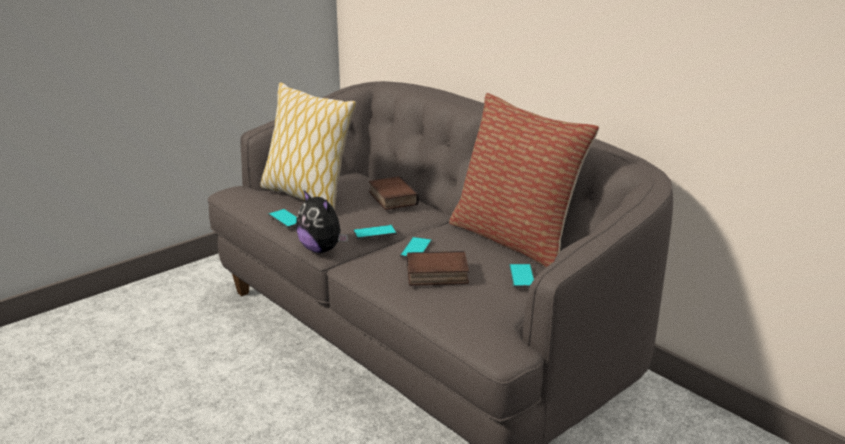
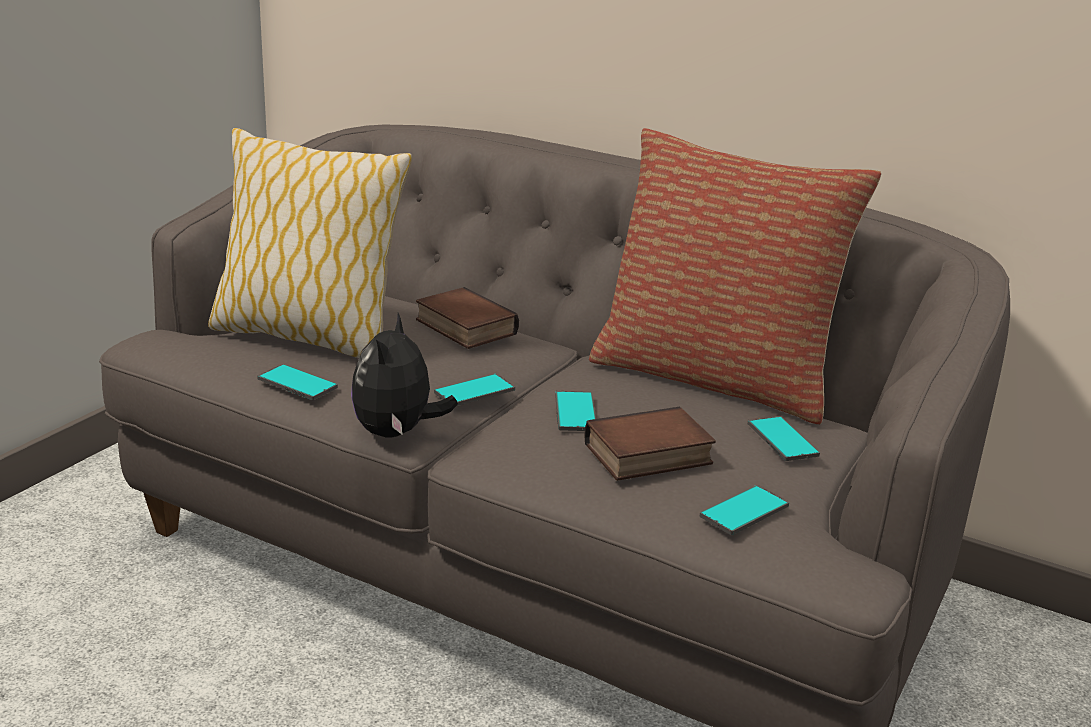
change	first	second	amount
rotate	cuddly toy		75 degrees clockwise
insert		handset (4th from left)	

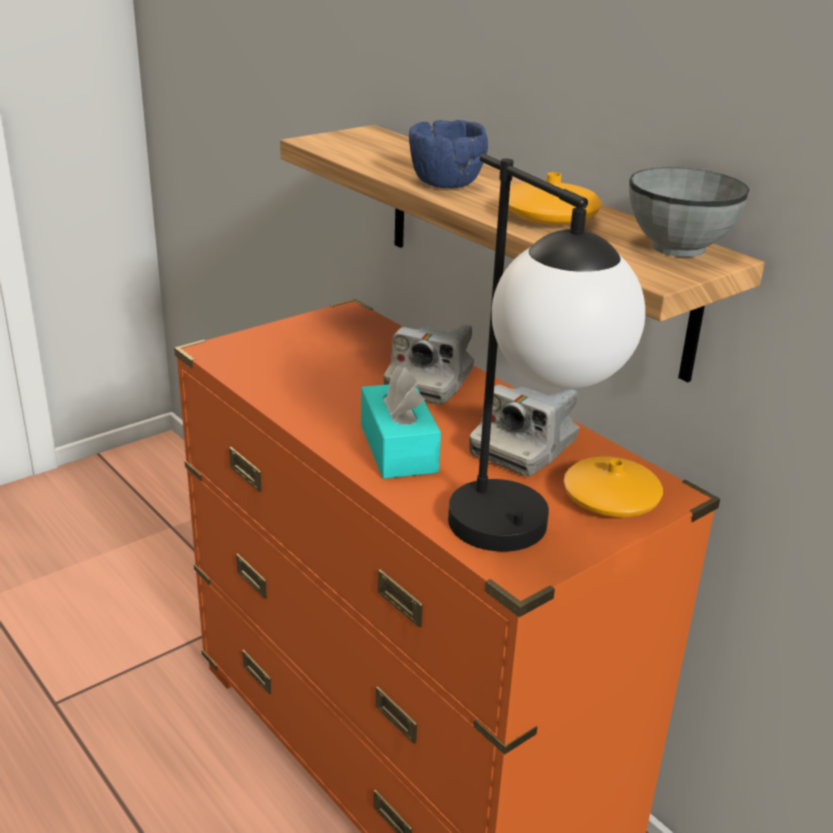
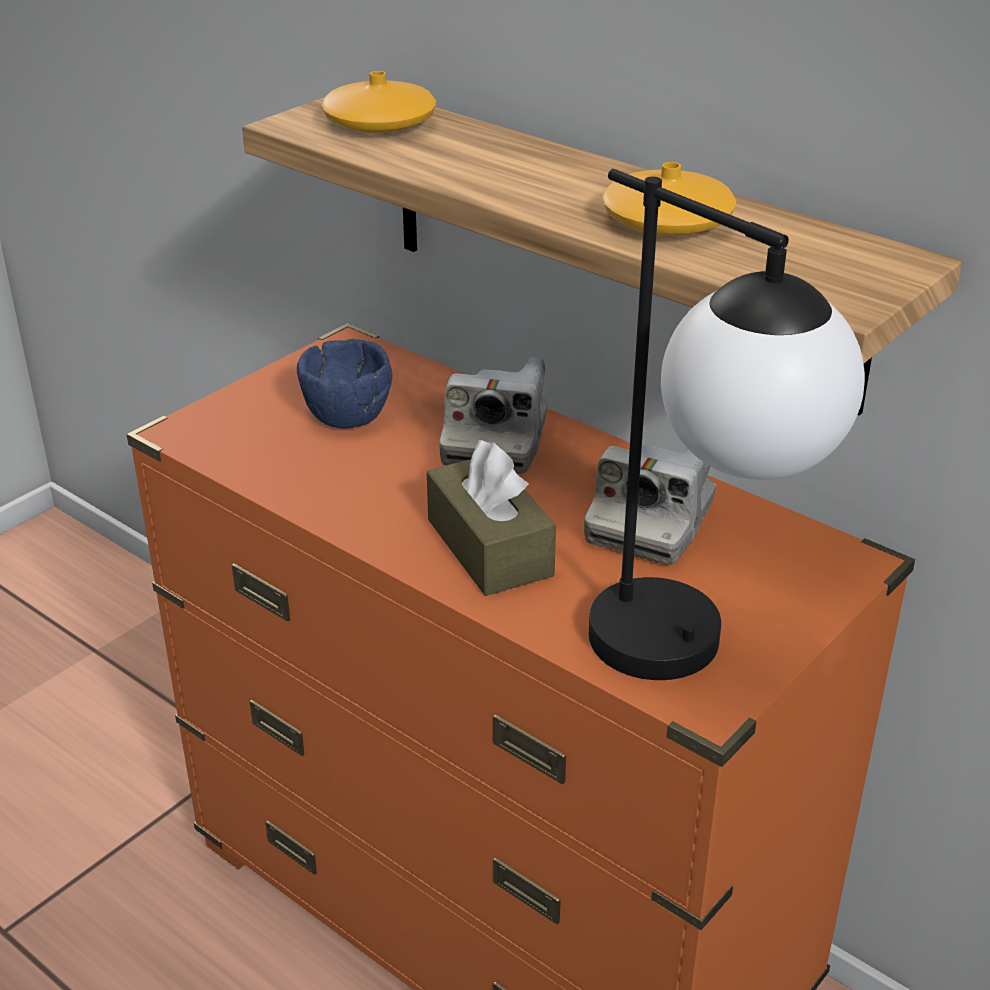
change	first	second	amount
recolor	box of tissues (turquoise-coloured)	box of tissues (brown)	
move	serving bowl (blue-coloured)		
move	flower vase (orange-coloured) (2nd from left in the first image)	flower vase (orange-coloured) (1st from left)	
delete	serving bowl (greyish)		

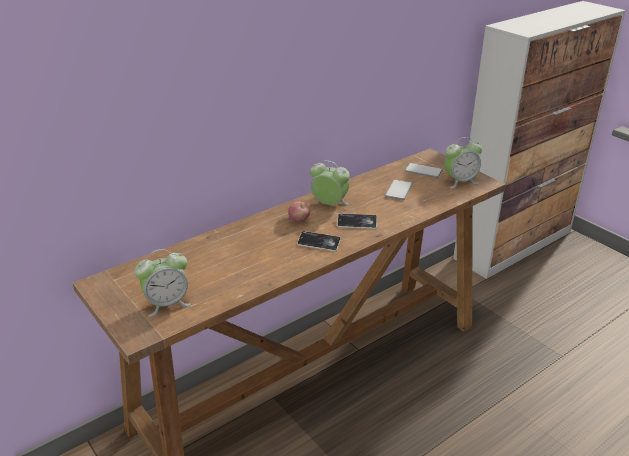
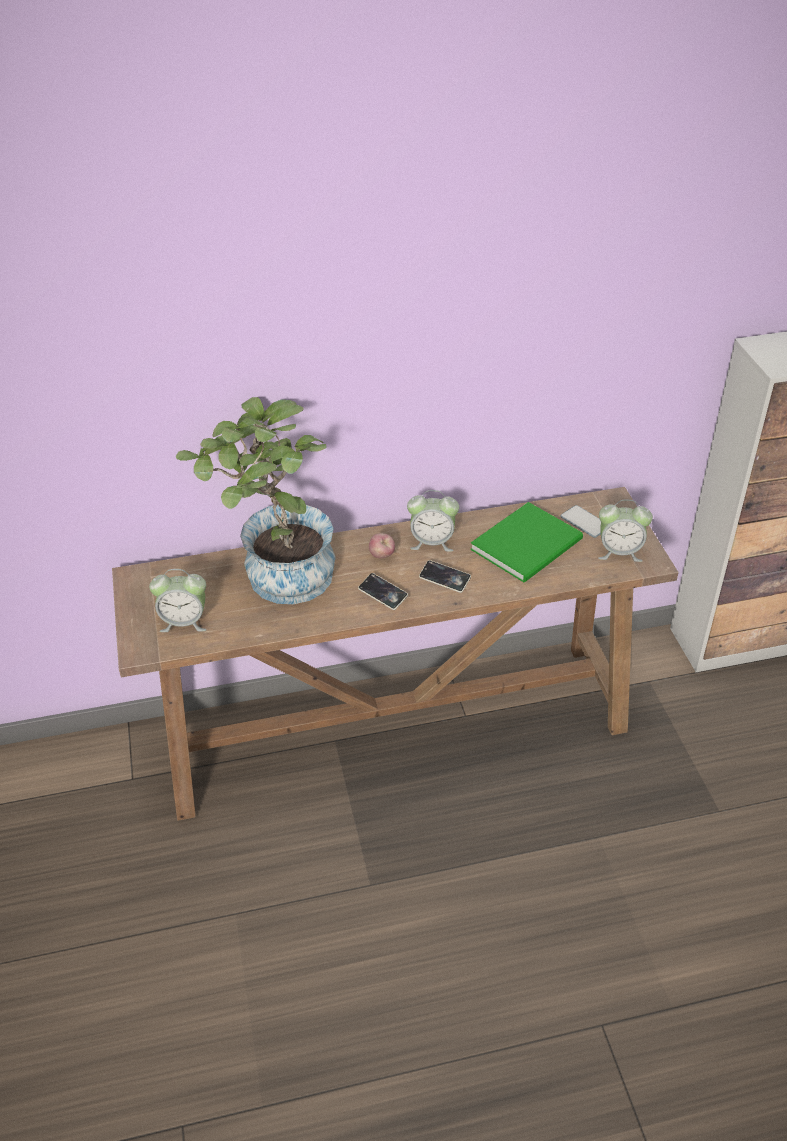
change	first	second	amount
rotate	bedside clock (2nd from left)		135 degrees clockwise
replace	handset (3rd from left)	bound book (green-coloured)	
insert		plant in a pot	

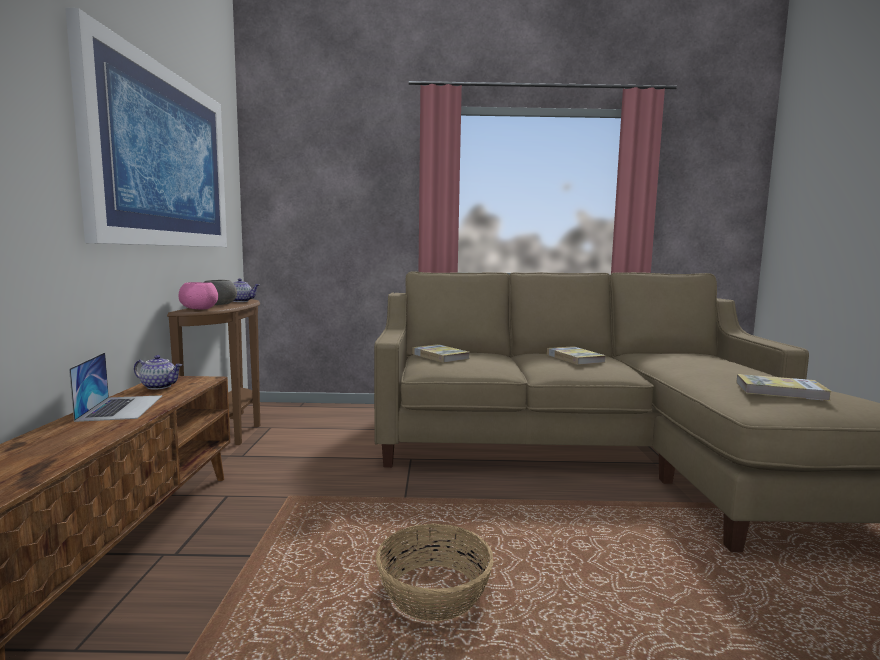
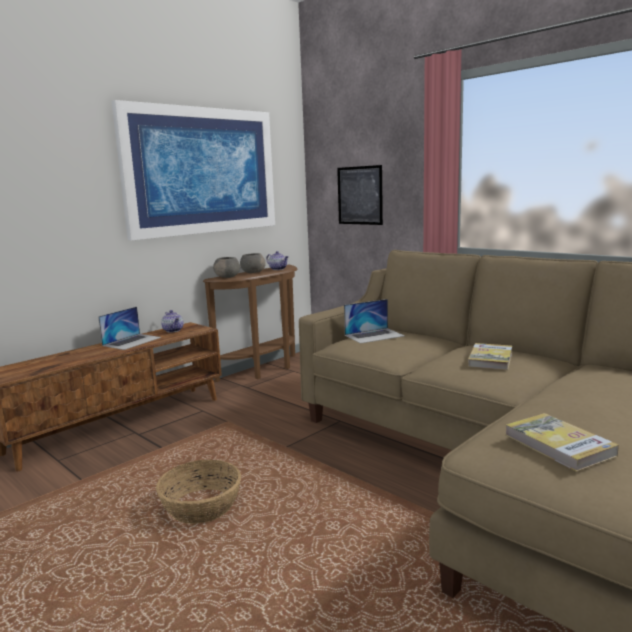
change	first	second	amount
recolor	serving bowl (pink)	serving bowl (greyish) (1st from left)	
replace	bound book (1st from left)	laptop (2nd from left)	
insert		picture (2nd from left)	

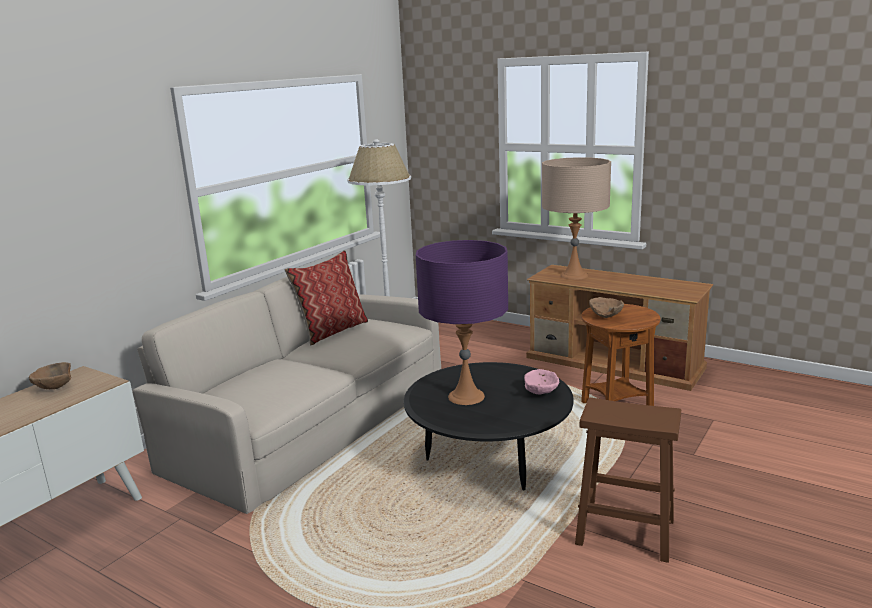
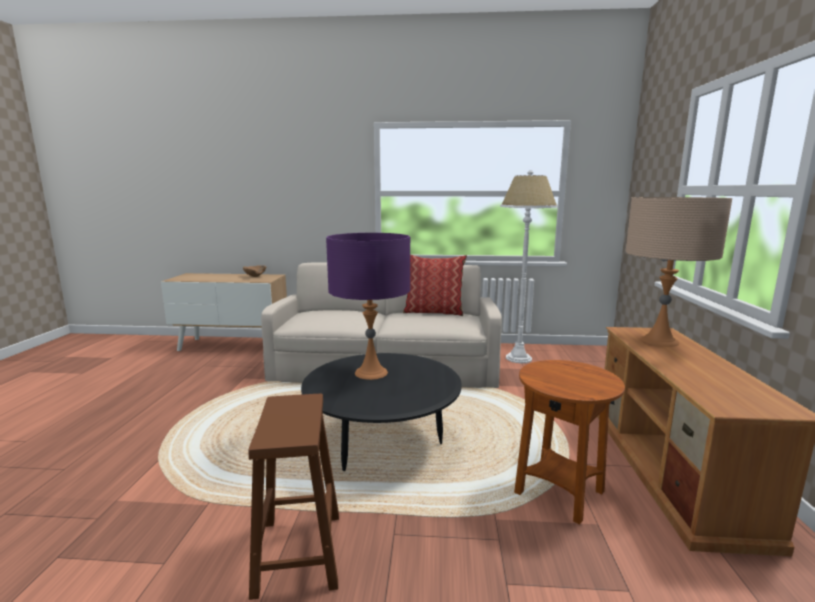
change	first	second	amount
delete	serving bowl (pink)		
delete	serving bowl (brown) (2nd from left)		

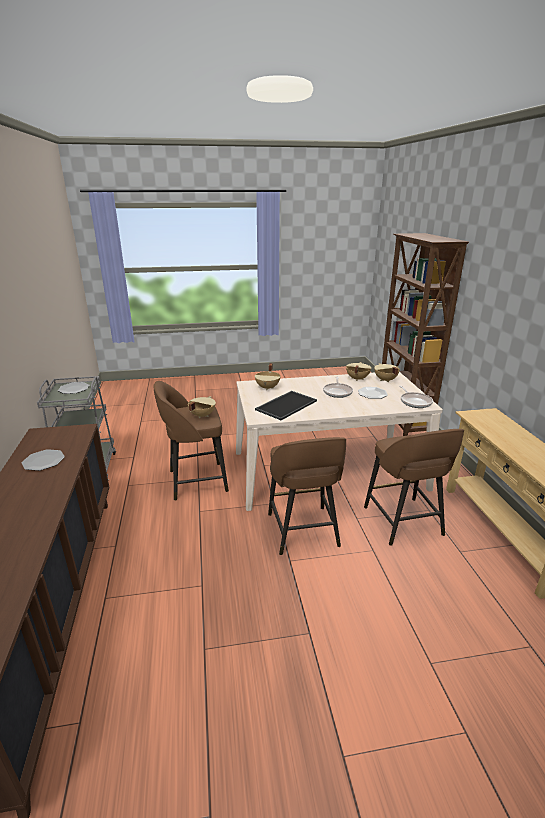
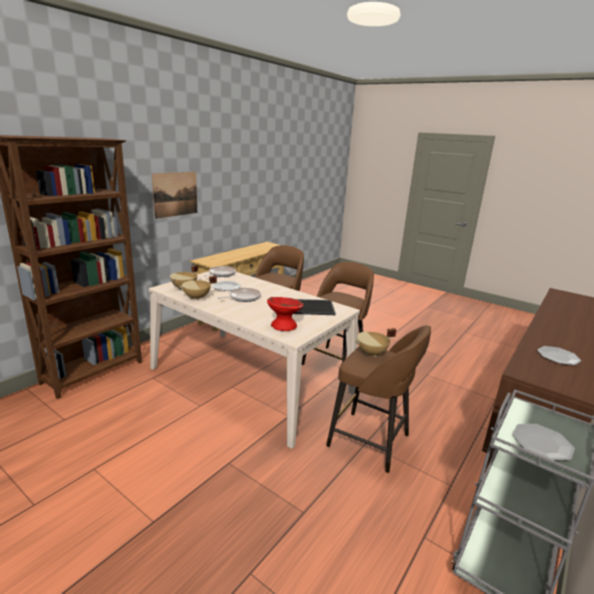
change	first	second	amount
replace	saucepot (sand-coloured) (2nd from left)	serving bowl (red-coloured)	
insert		picture	

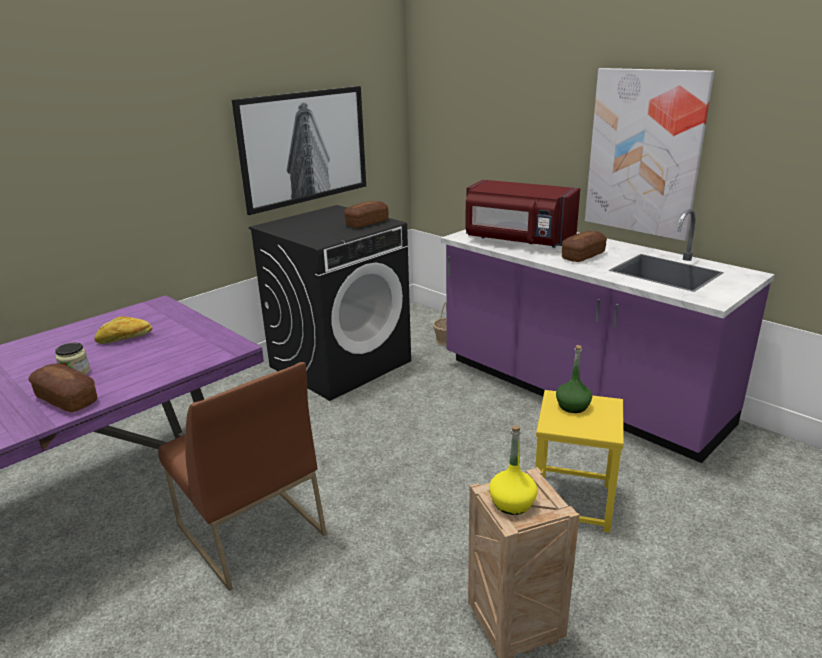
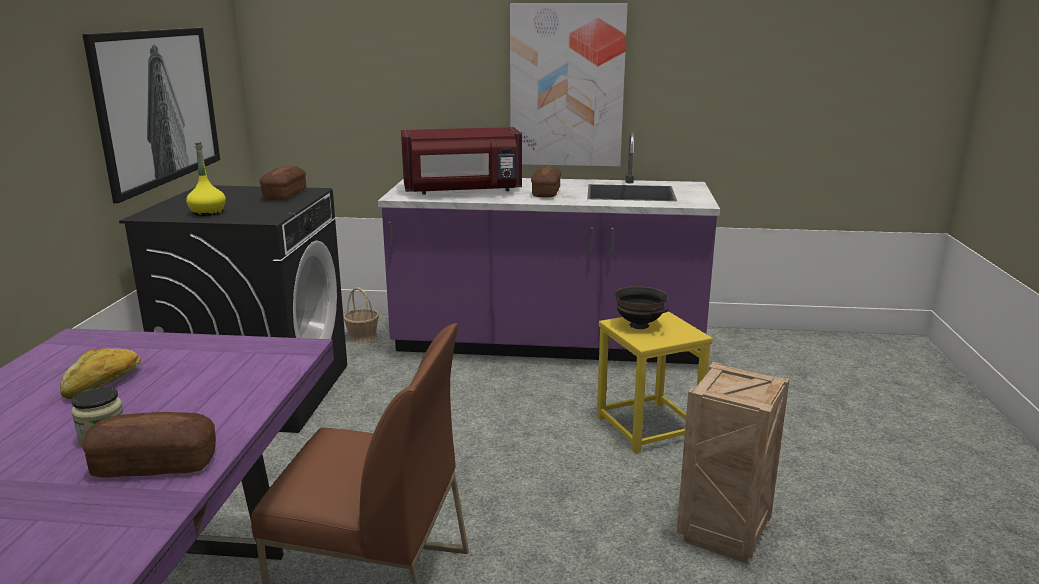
change	first	second	amount
move	bottle (yellow)		
replace	bottle (green-coloured)	serving bowl (black)	

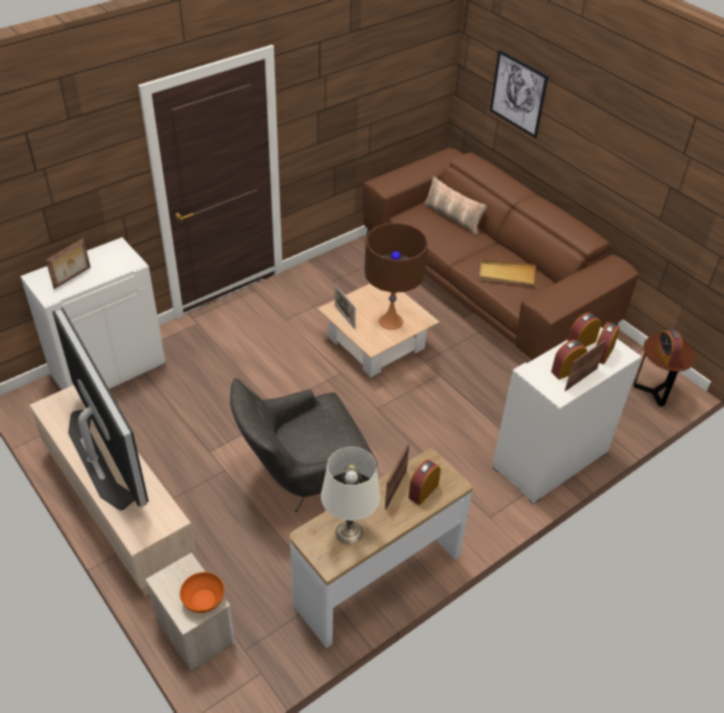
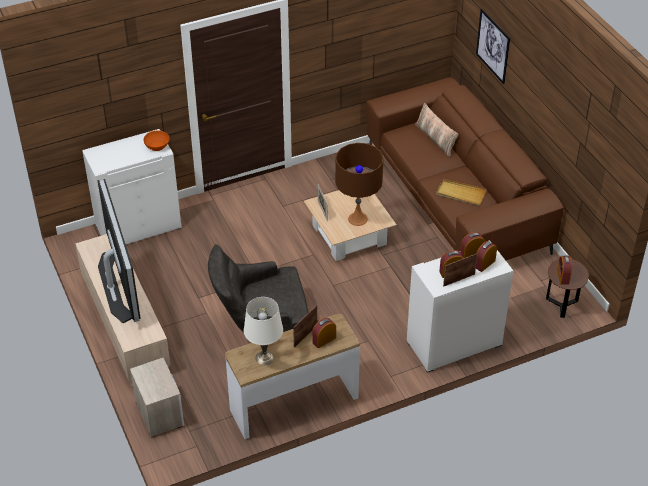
change	first	second	amount
delete	photo frame (1st from left)		
move	serving bowl (orange-coloured)		

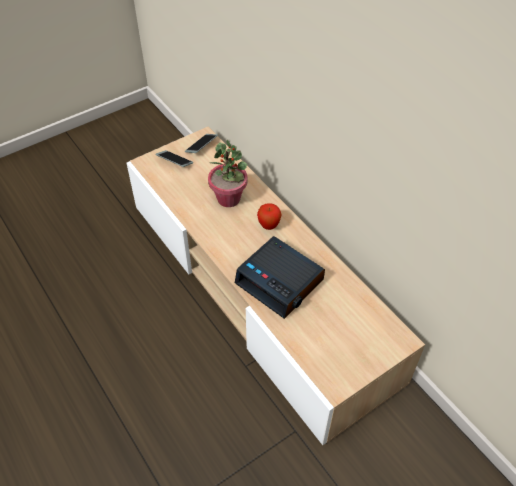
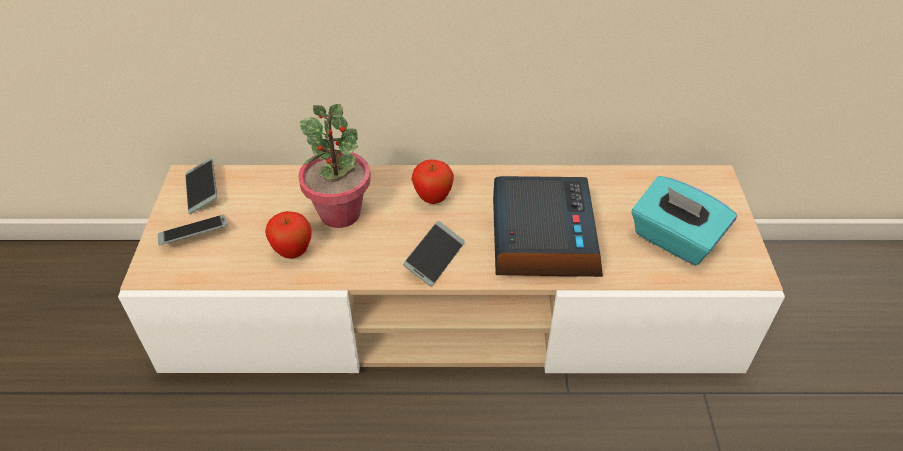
change	first	second	amount
rotate	bedside clock		75 degrees counterclockwise
insert		whole apple (1st from left)	
insert		handset (3rd from left)	
insert		box of tissues (turquoise-coloured)	

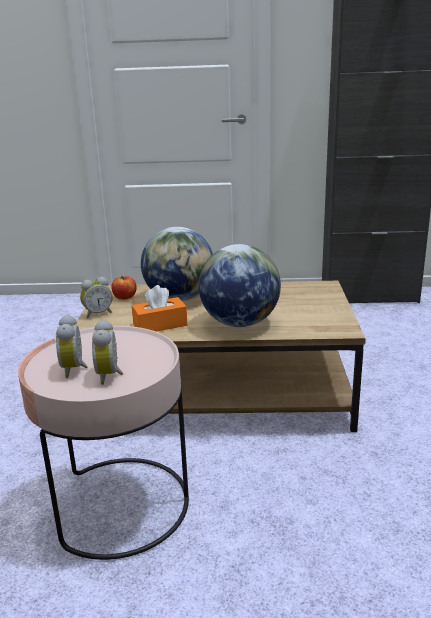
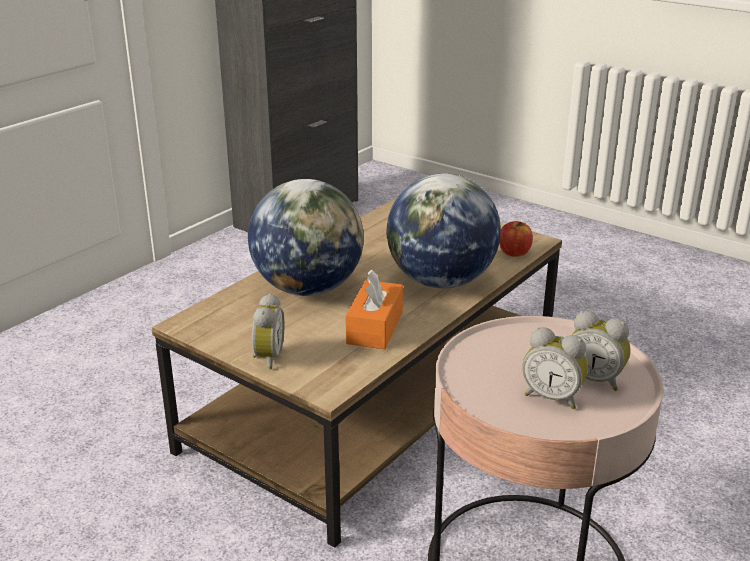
change	first	second	amount
move	whole apple		

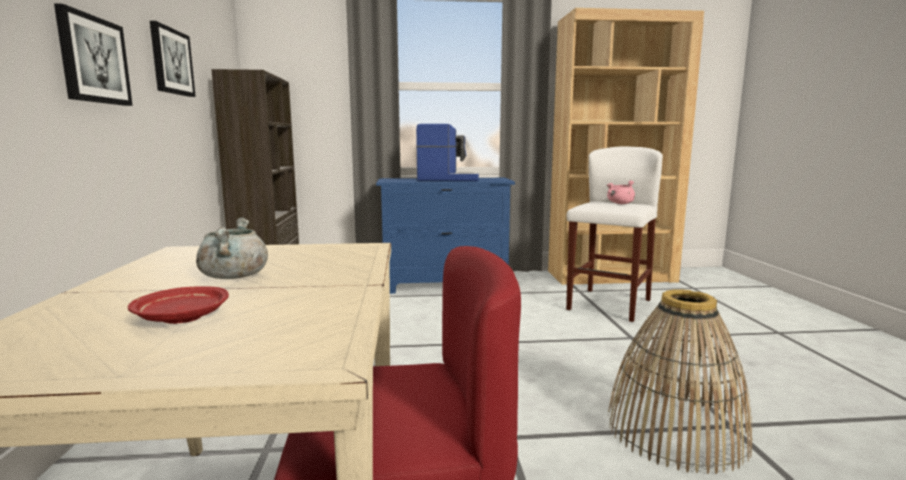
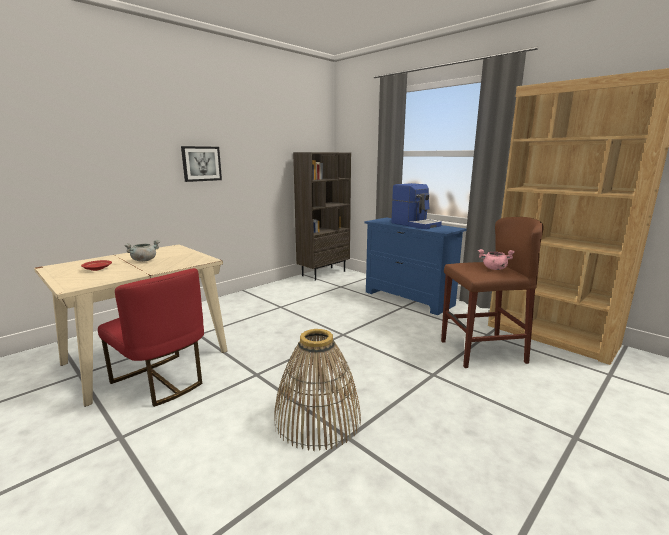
change	first	second	amount
delete	picture (2nd from left)		
recolor	sitting stool (white)	sitting stool (brown)	

